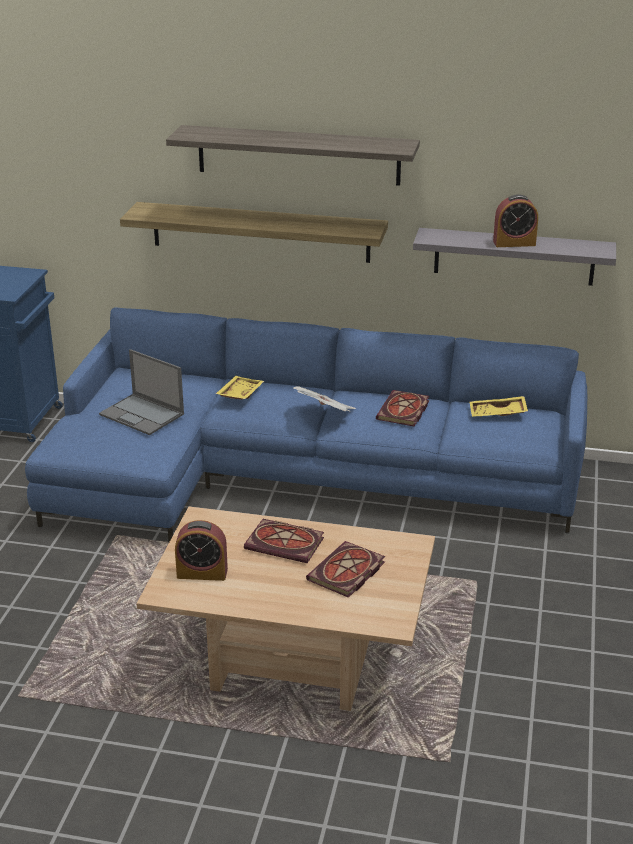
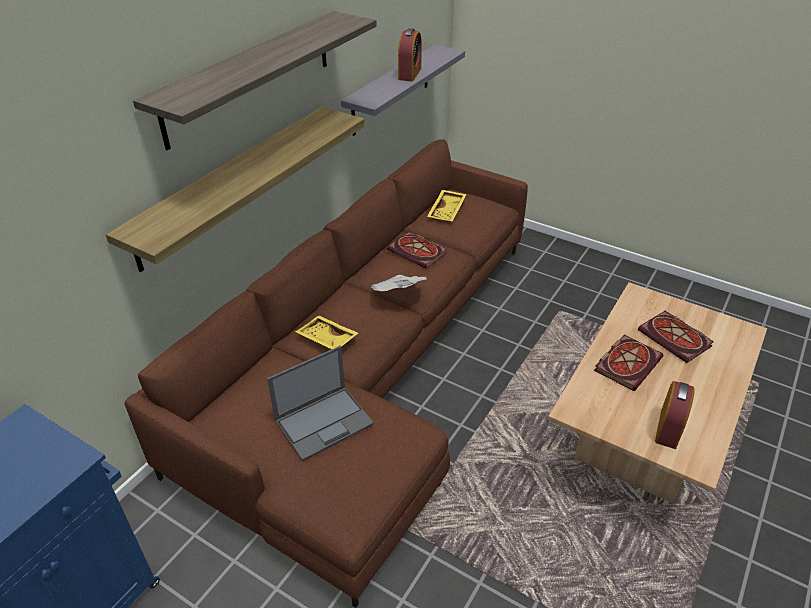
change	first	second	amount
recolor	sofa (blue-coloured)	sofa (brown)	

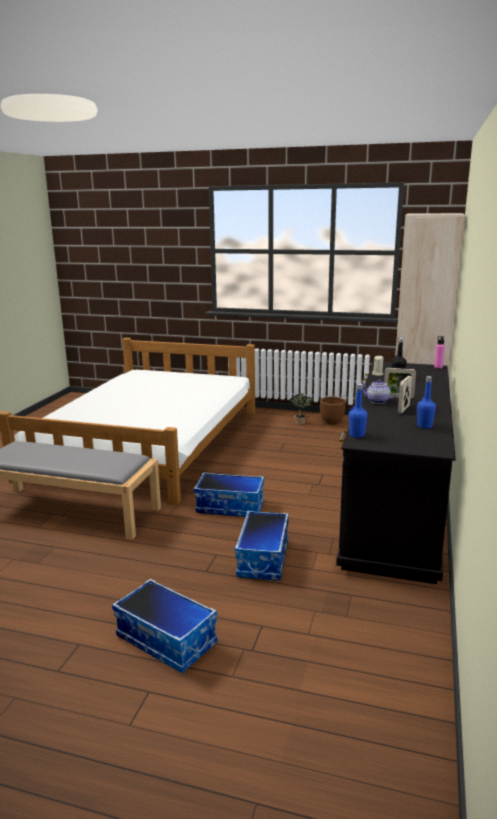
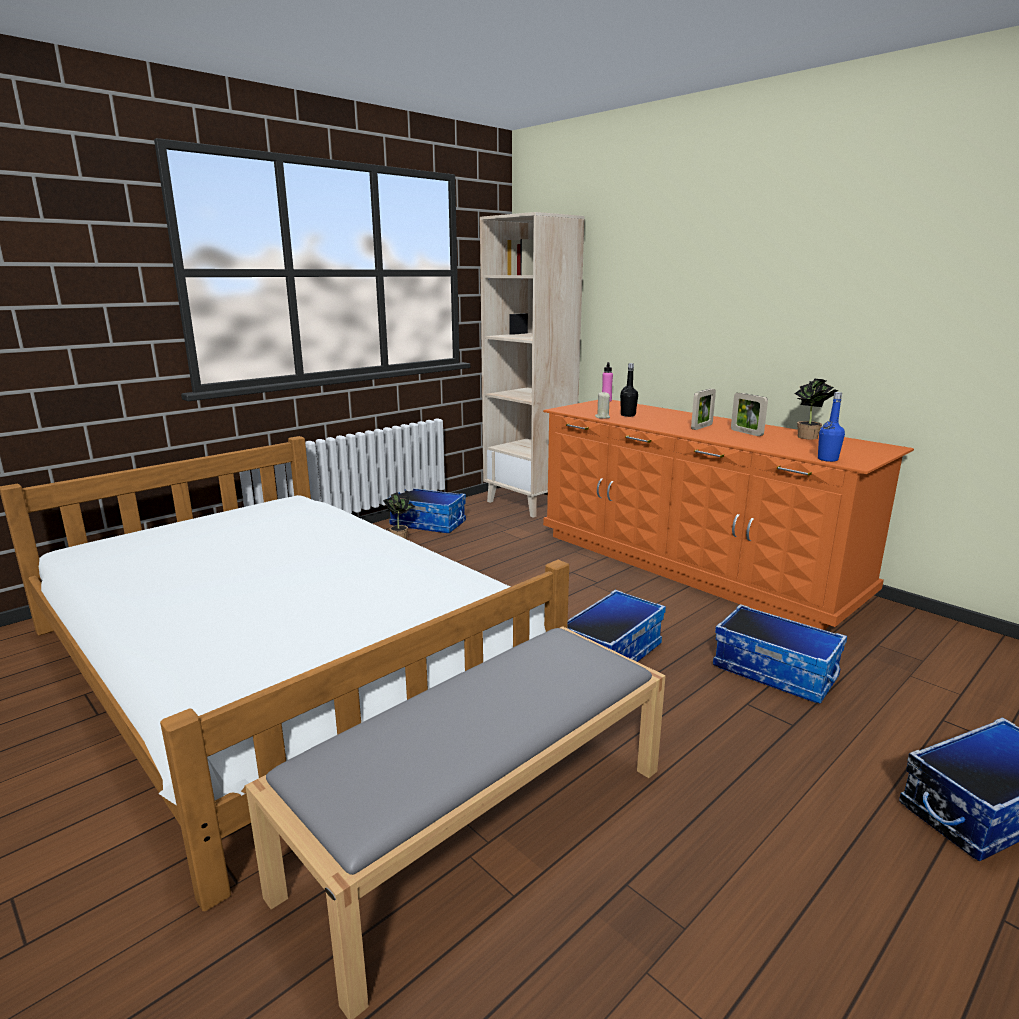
change	first	second	amount
replace	flower pot (brown)	storage bin (1st from left)	
recolor	dresser (black)	dresser (orange-coloured)	
delete	tea pot		
replace	bottle (blue-coloured) (2nd from left)	plant in a pot (2nd from left)	

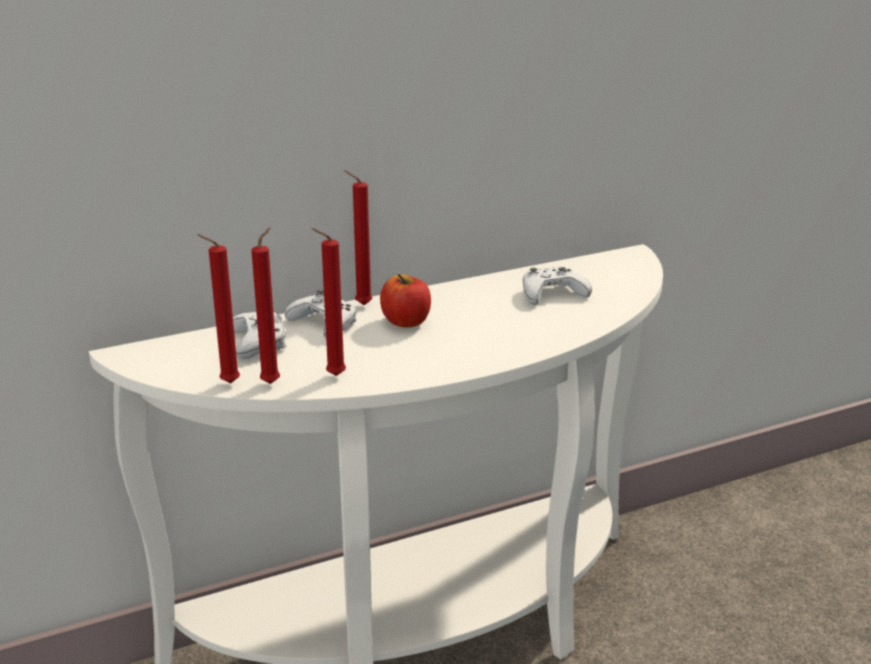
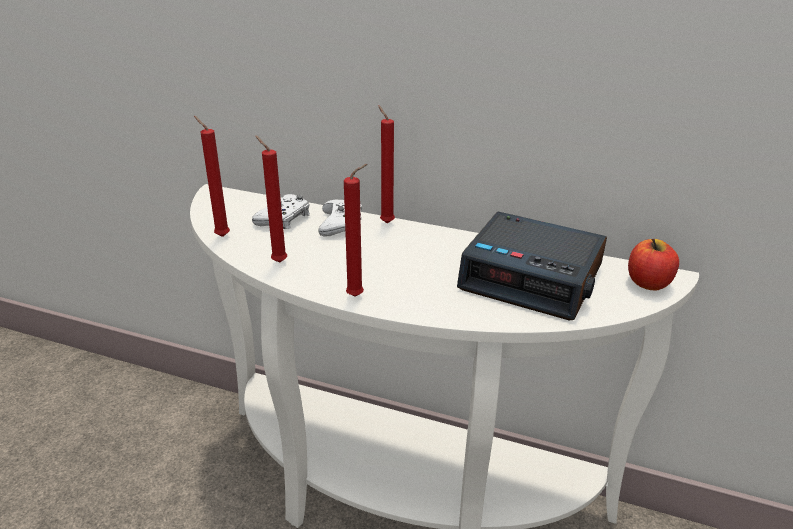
change	first	second	amount
move	wax candle (red-coloured) (2nd from left in the first image)	wax candle (red-coloured) (3rd from left)	
move	whole apple		
replace	gamepad (white) (3rd from left)	bedside clock	

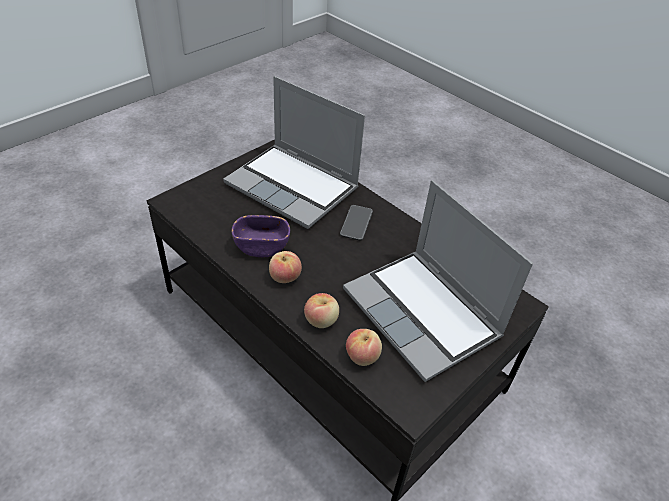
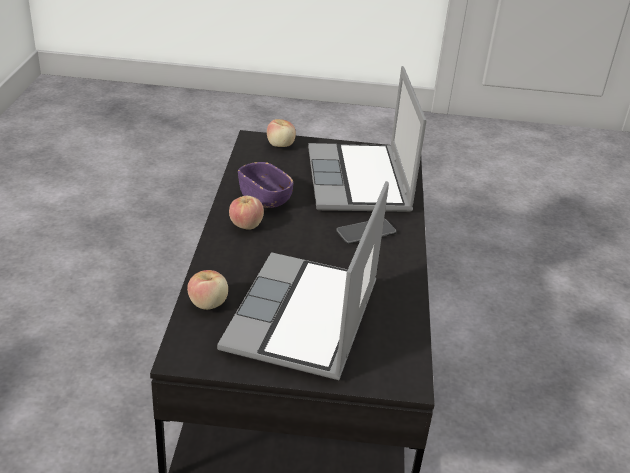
change	first	second	amount
move	whole apple (2nd from left in the first image)	whole apple (3rd from left)	

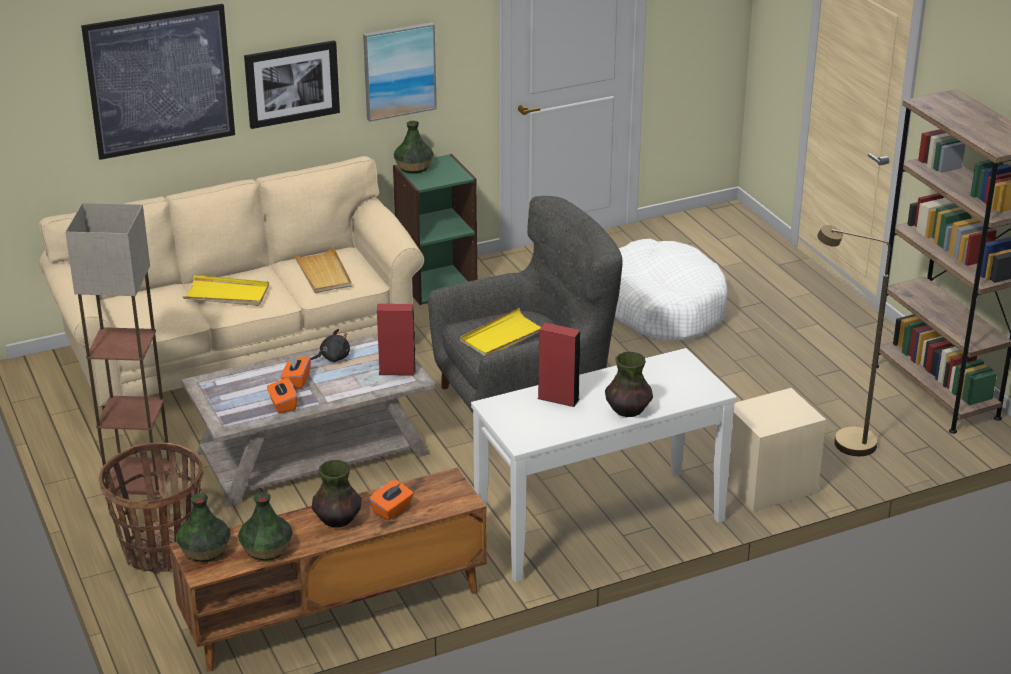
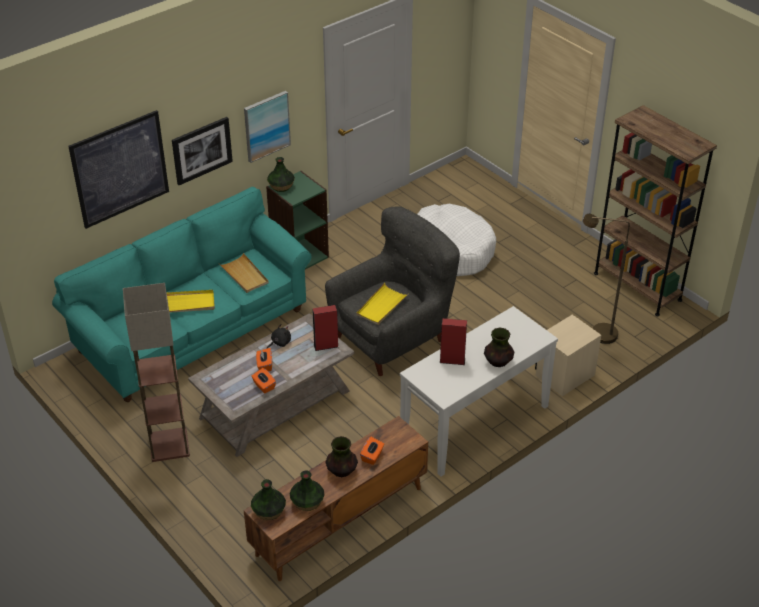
change	first	second	amount
recolor	sofa (sand-coloured)	sofa (turquoise-coloured)	
delete	household basket		

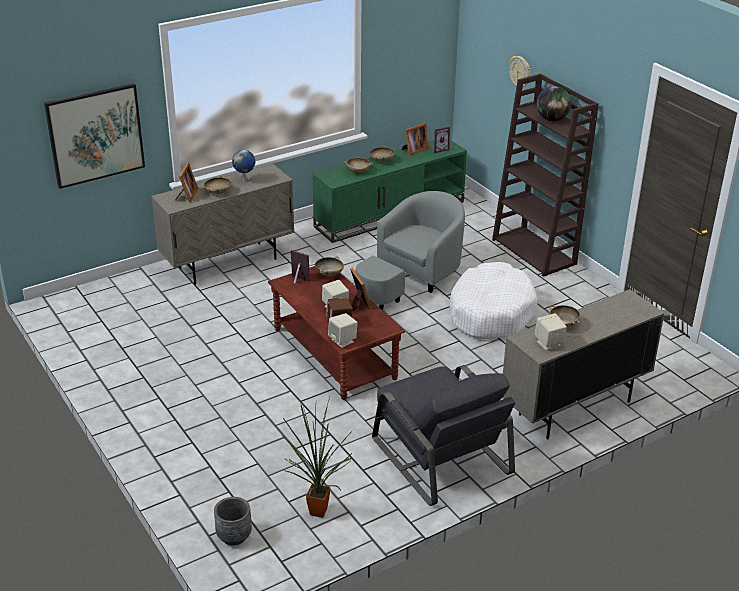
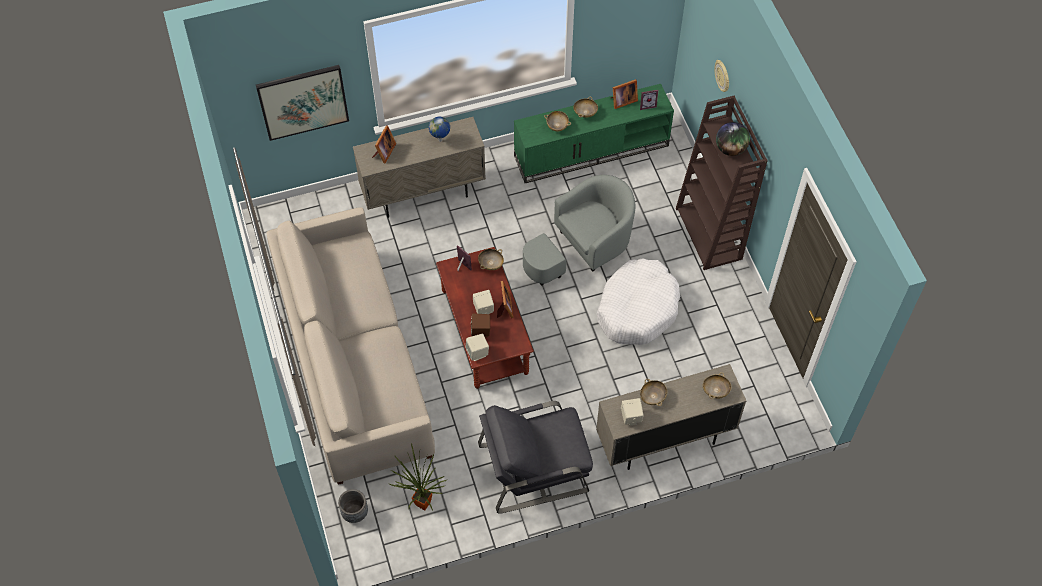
change	first	second	amount
move	serving bowl (sand-coloured) (1st from left in the first image)	serving bowl (sand-coloured) (5th from left)	
rotate	easy chair (greyish) (2nd from left in the first image)	easy chair (greyish) (1st from left)	90 degrees clockwise
insert		sofa (sand-coloured)	

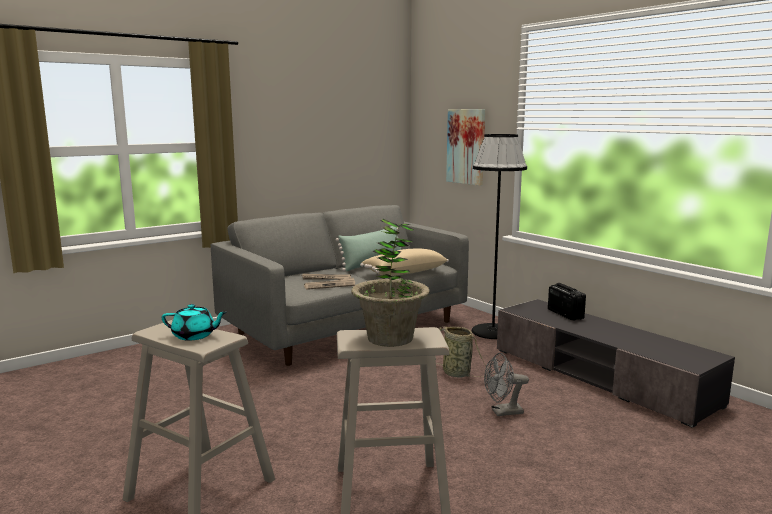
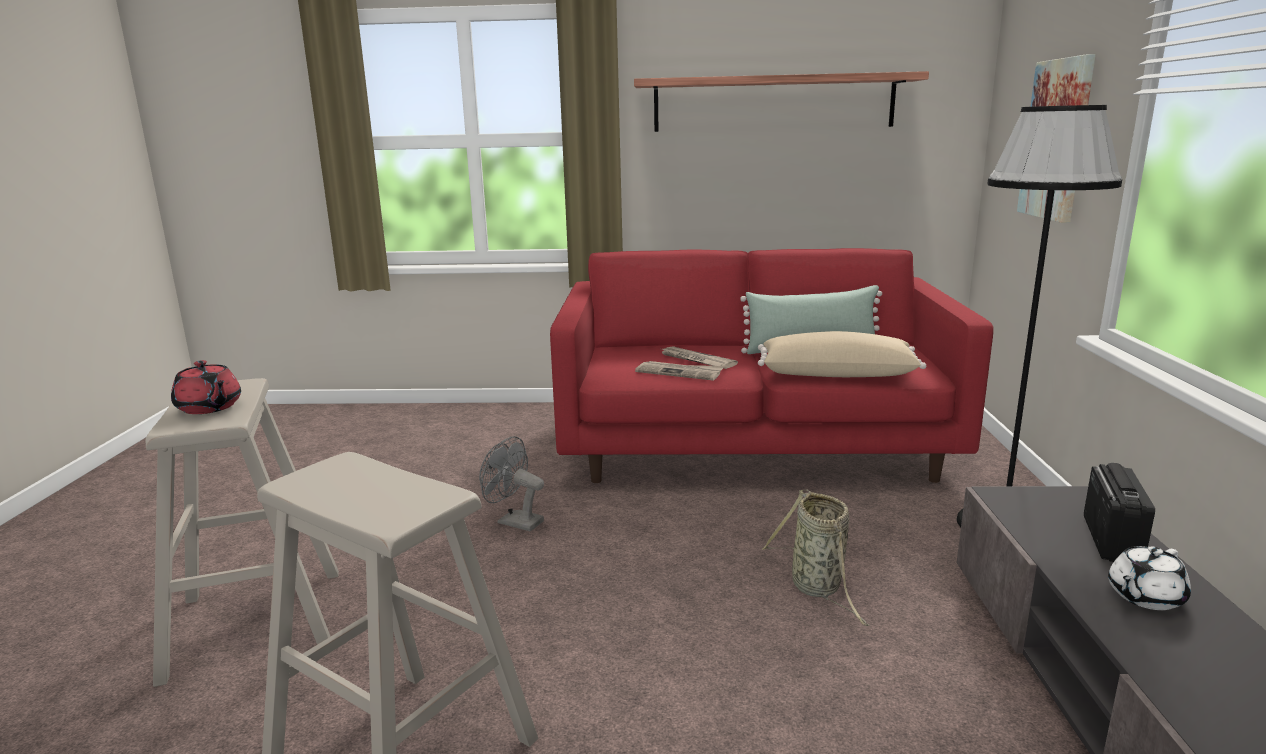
change	first	second	amount
recolor	tea pot (turquoise-coloured)	tea pot (red-coloured)	
recolor	sofa (greyish)	sofa (red-coloured)	
delete	plant in a pot		
move	cooling fan (greyish)		
insert		wall shelf	
insert		tea pot (white)	

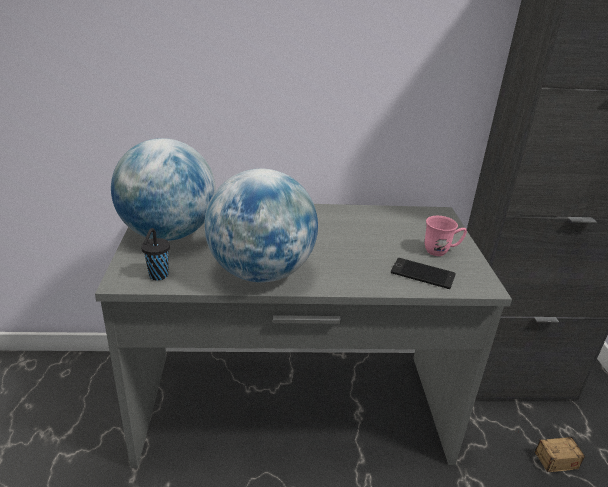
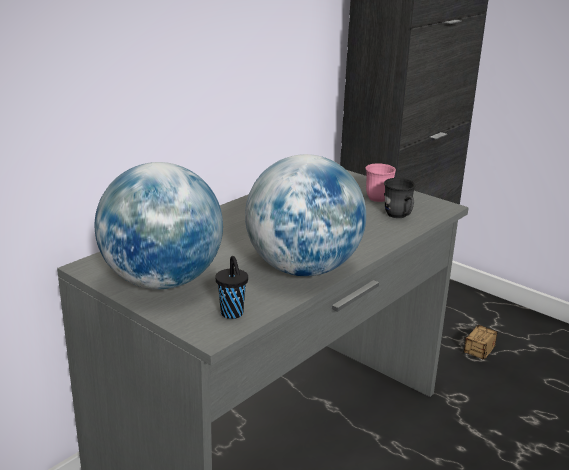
change	first	second	amount
replace	handset	coffee mug (greyish)	

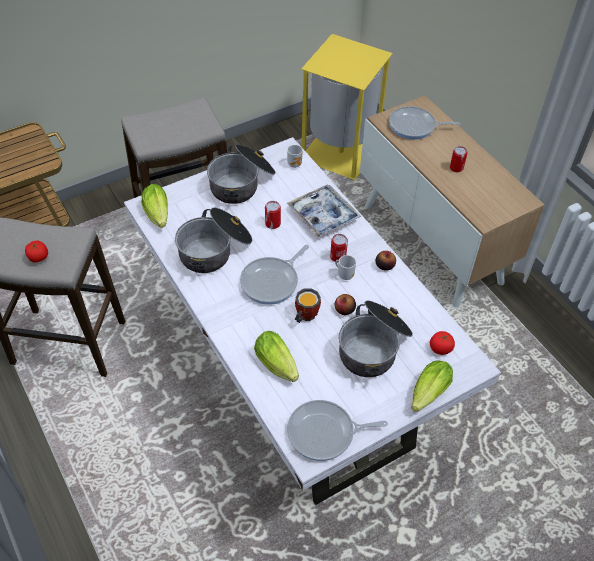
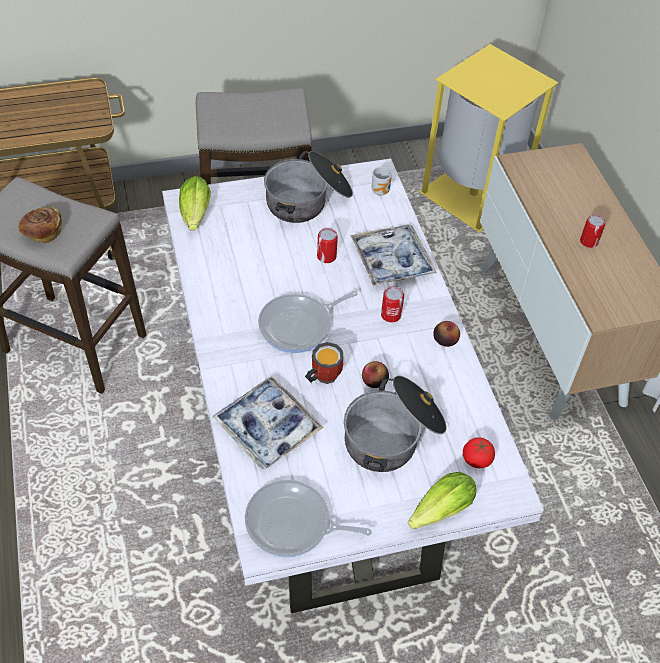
change	first	second	amount
replace	tomato (1st from left)	bakery bread	
delete	saucepot (1st from left)		
replace	lettuce head (2nd from left)	carrying tray (1st from left)	
delete	coffee mug (3rd from left)		
delete	skillet (3rd from left)		

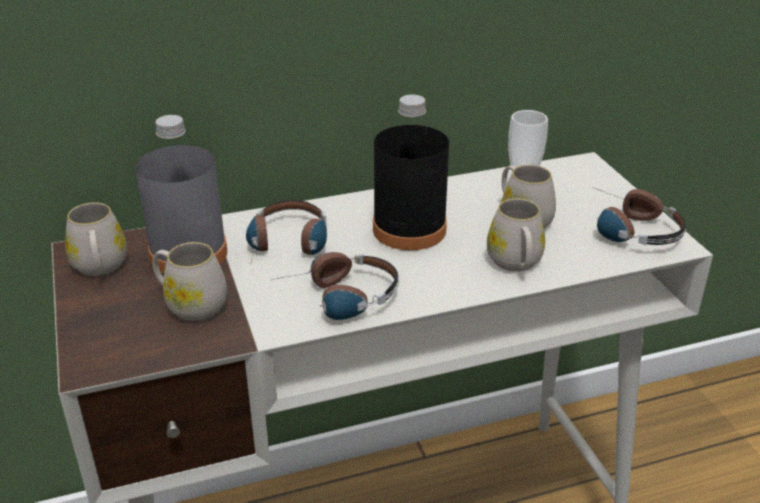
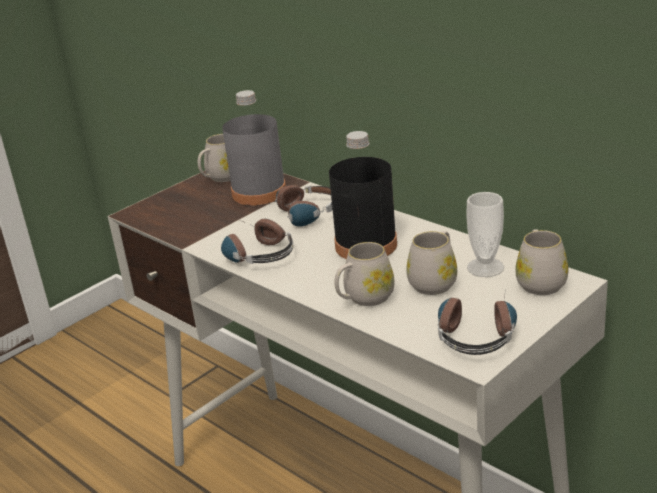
change	first	second	amount
move	coffee mug (white) (2nd from left in the first image)	coffee mug (white) (4th from left)	

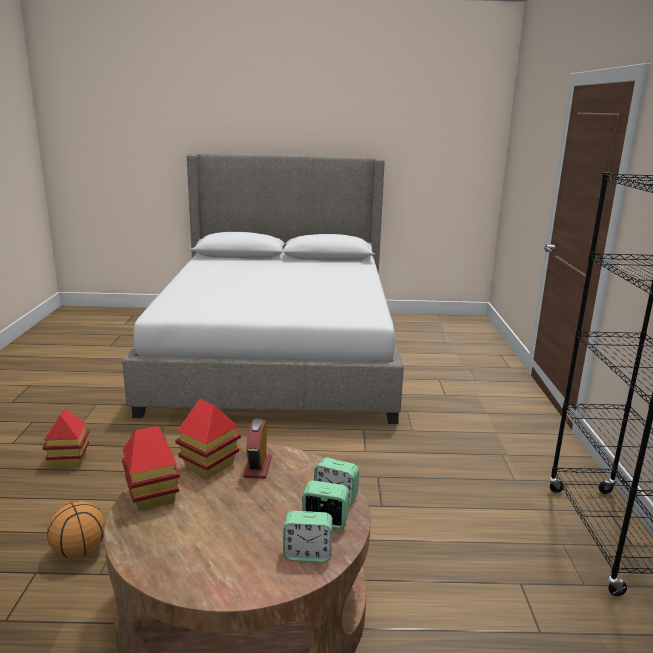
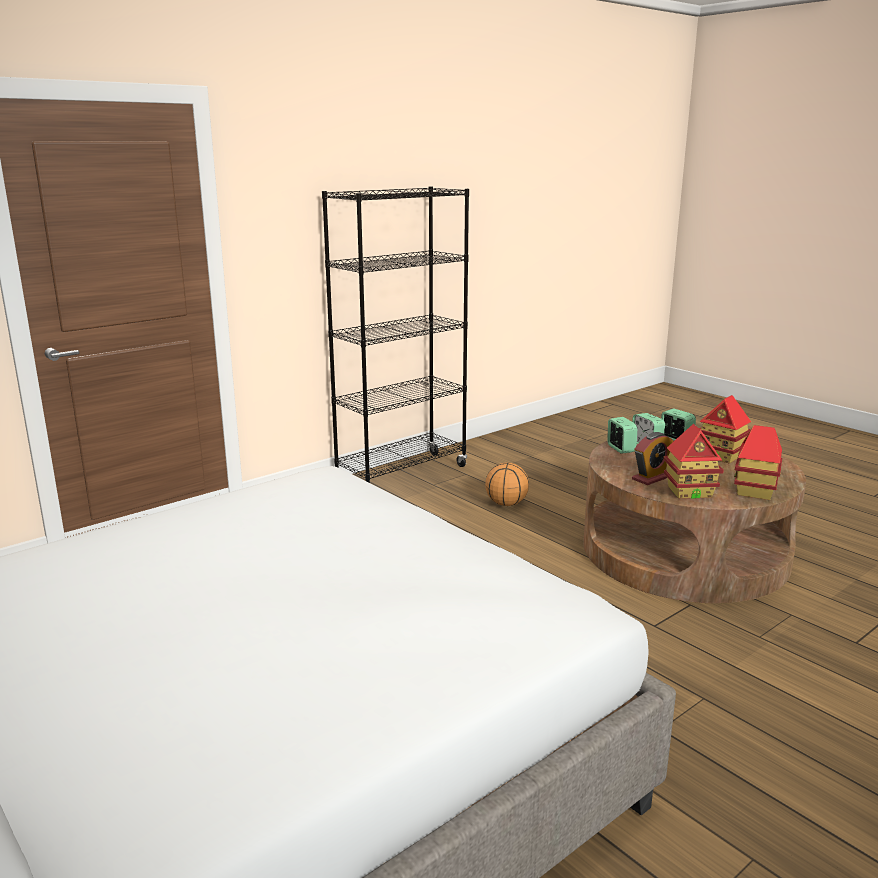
change	first	second	amount
move	toy house (1st from left in the first image)	toy house (2nd from left)	
move	basketball		

